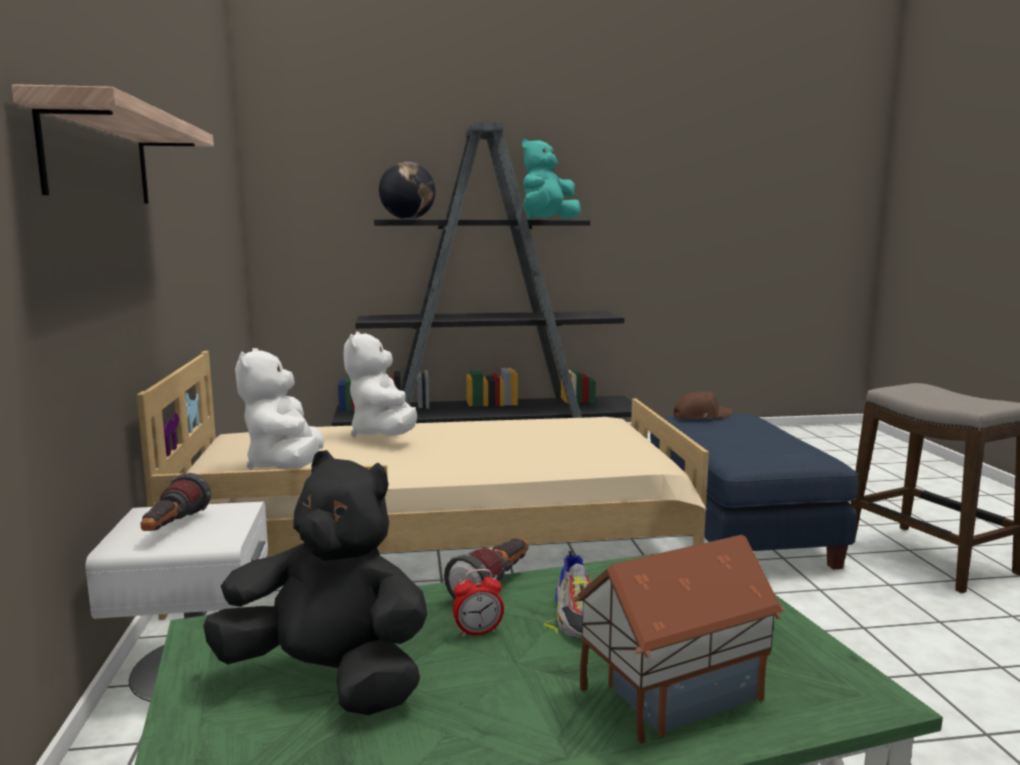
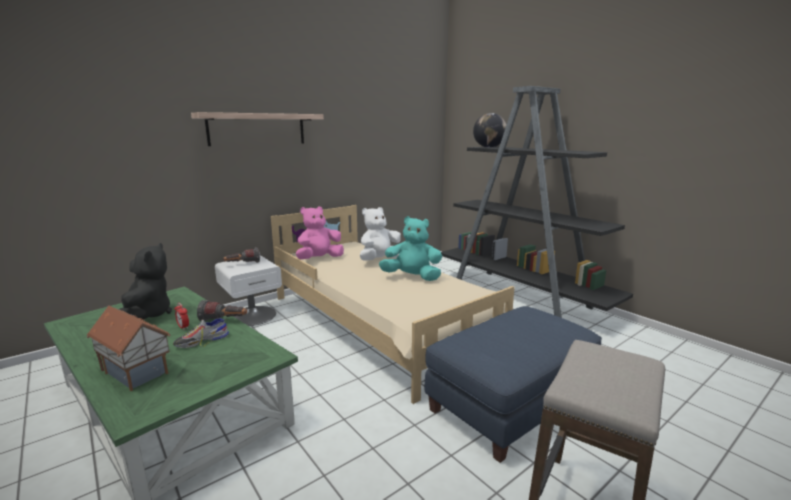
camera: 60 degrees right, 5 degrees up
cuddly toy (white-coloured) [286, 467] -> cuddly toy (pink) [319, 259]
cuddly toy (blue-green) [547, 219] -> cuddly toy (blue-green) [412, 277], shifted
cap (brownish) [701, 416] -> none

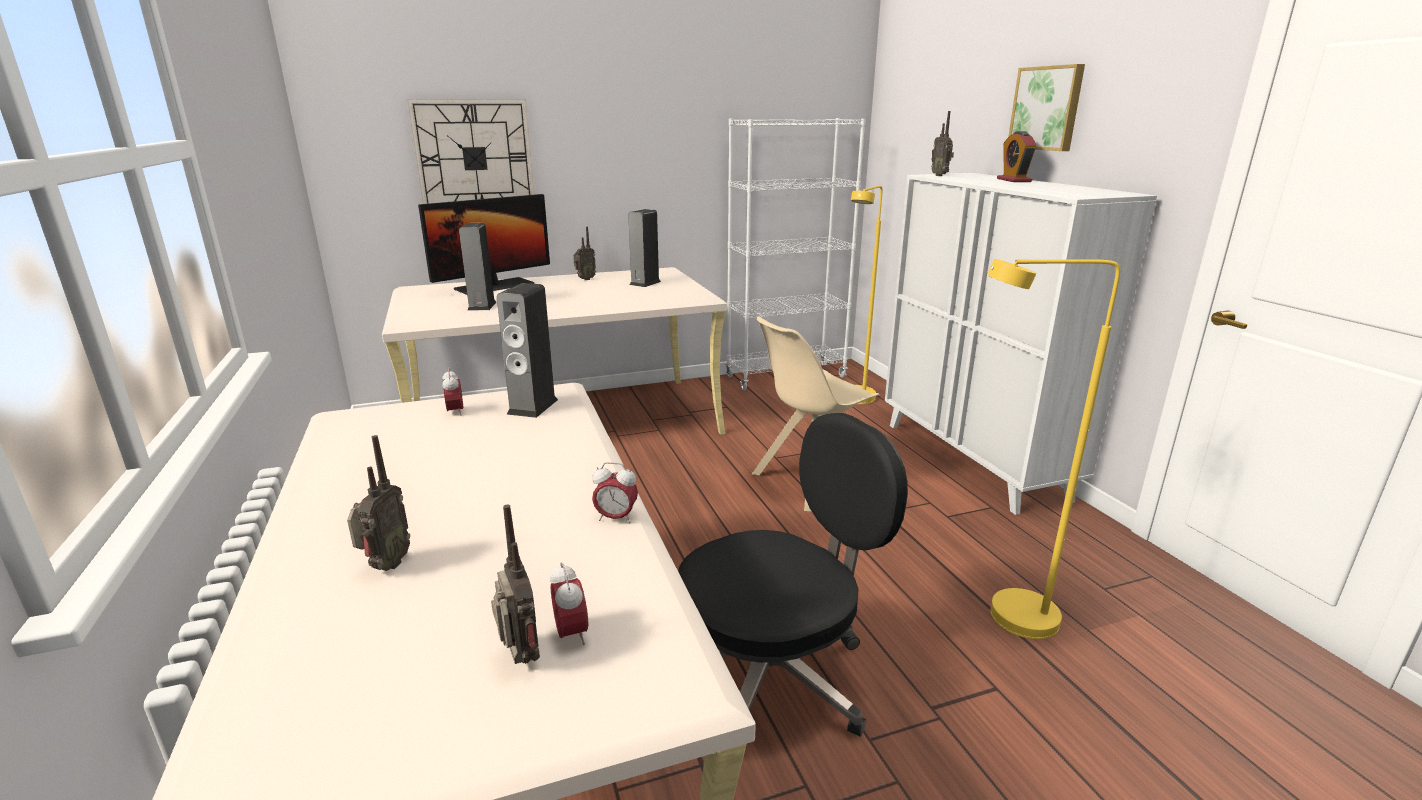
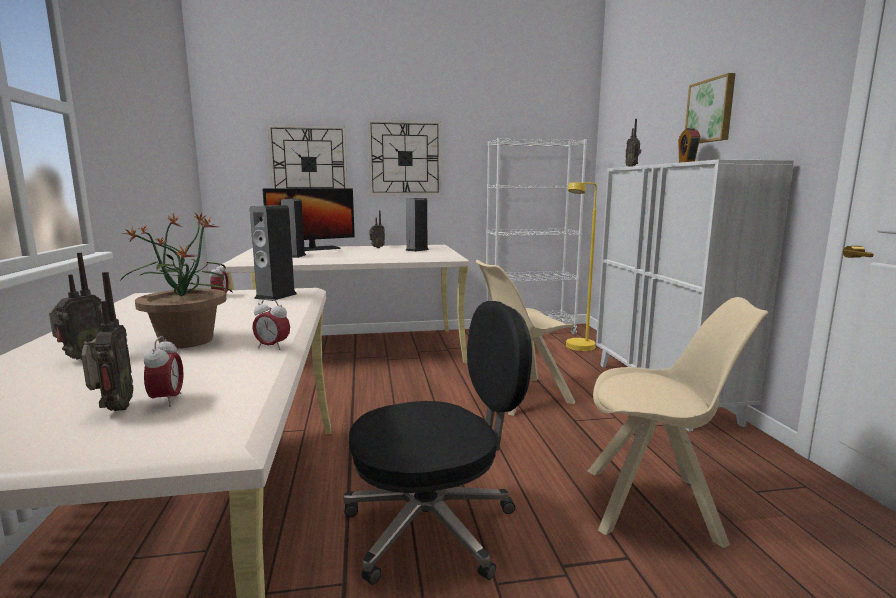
camera: 10 degrees right, 10 degrees down
none -> plant in a pot [186, 340]
none -> wall clock [405, 158]
standing lamp (yellow-coloured) [1006, 619] -> upright chair (beige-coloured) [655, 505]

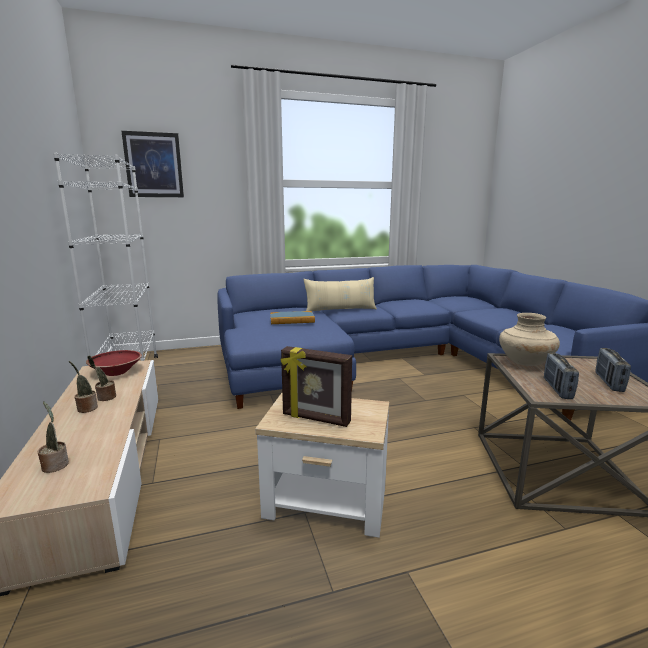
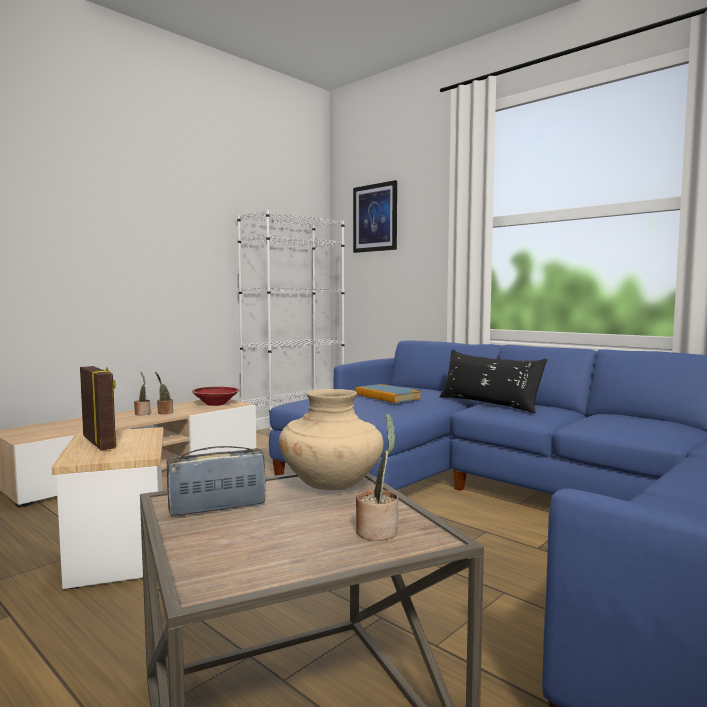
camera: 60 degrees right, 10 degrees down
standing frame [315, 419] -> standing frame [100, 442], 150 degrees clockwise
plant in a pot [55, 464] -> plant in a pot [378, 531], shifted
pillow (beige-coloured) [340, 310] -> pillow (black-coloured) [488, 404]
radio [609, 382] -> none

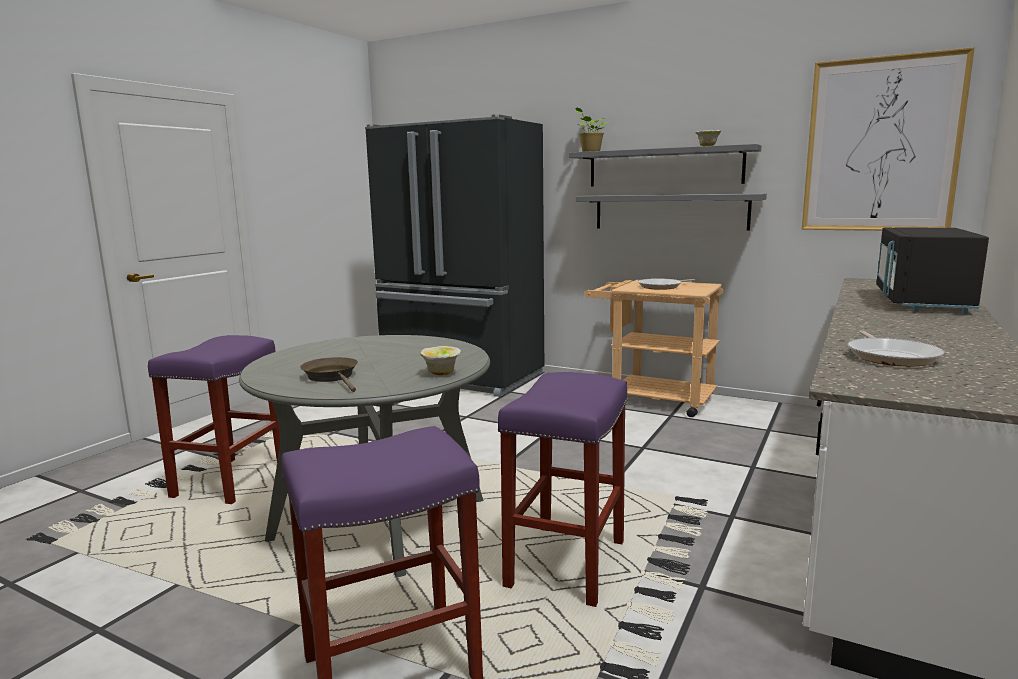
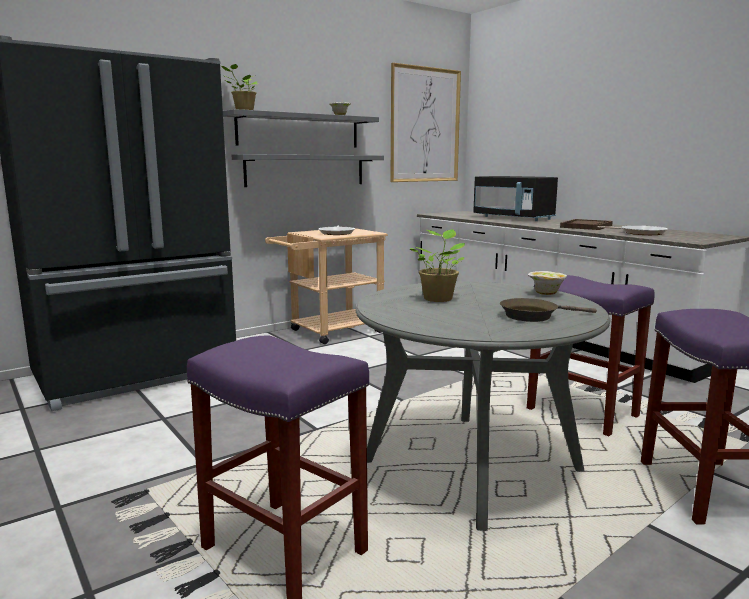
camera: 65 degrees left, 0 degrees up
none -> plant in a pot [438, 298]
none -> serving tray (brownish) [586, 226]

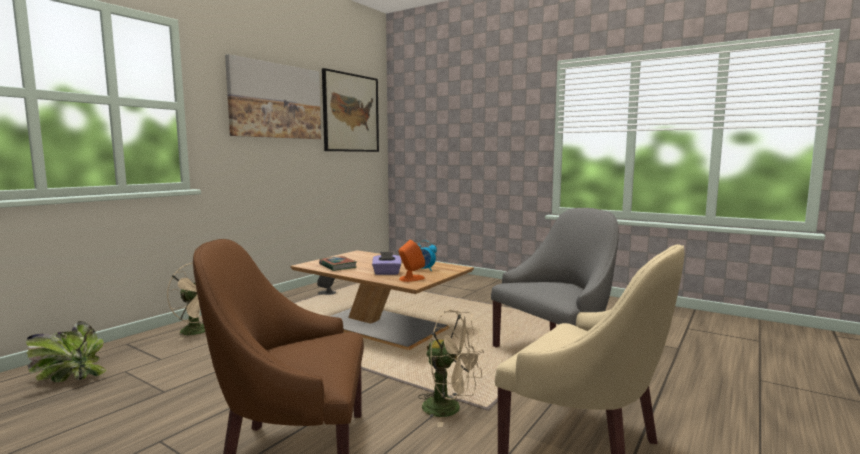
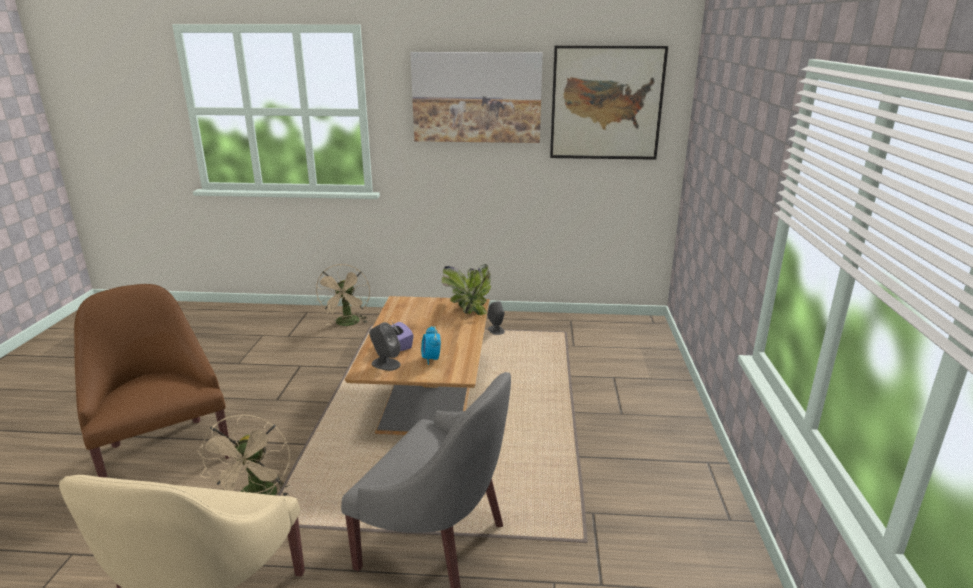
camera: 60 degrees right, 15 degrees up
speaker (orangey) [411, 278] -> speaker (gray) [385, 364]
plant in a pot [70, 379] -> plant in a pot [470, 309], shifted
book [337, 266] -> none

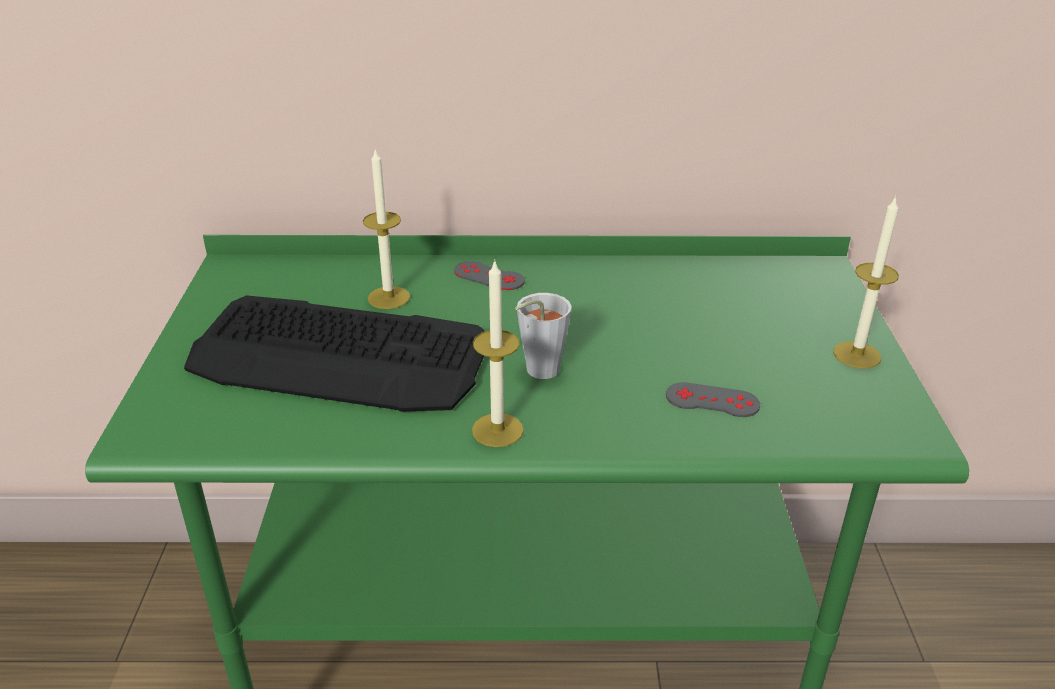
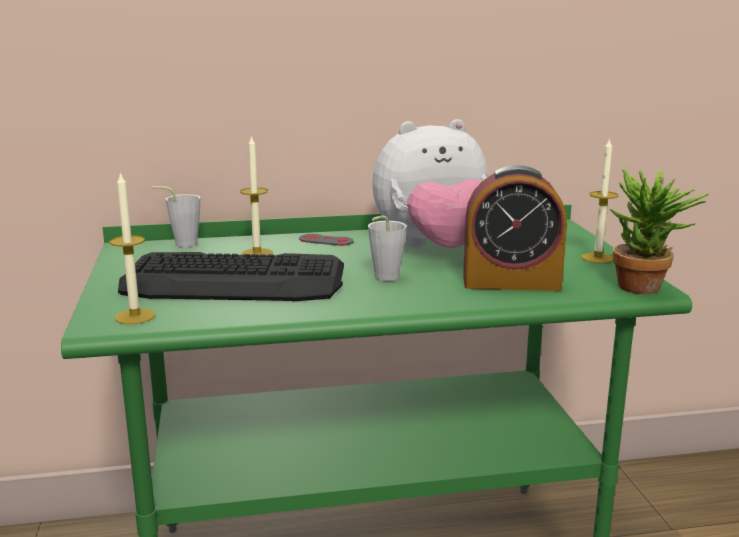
camera: 10 degrees left, 15 degrees down
candle [497, 430] -> candle [135, 316], shifted
none -> drinking cup (gray) [181, 244]
none -> cuddly toy [434, 248]
joypad (gray) [712, 400] -> alarm clock [511, 282]
none -> plant in a pot [646, 290]

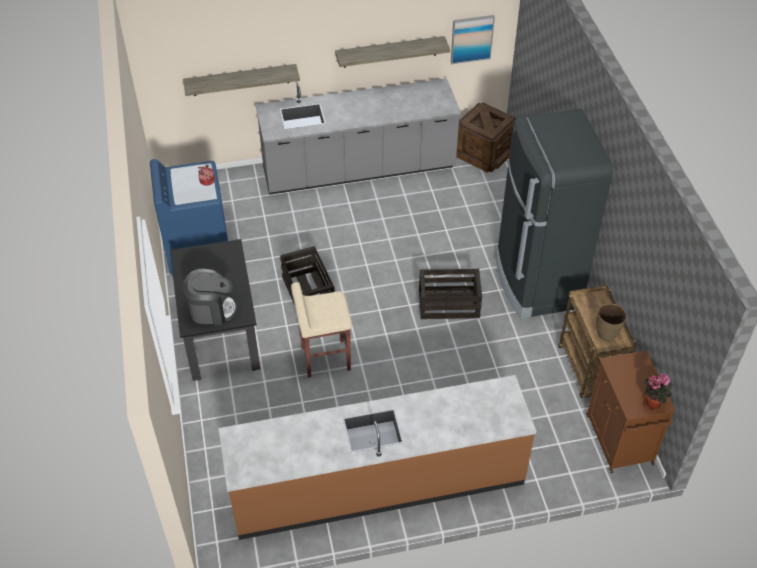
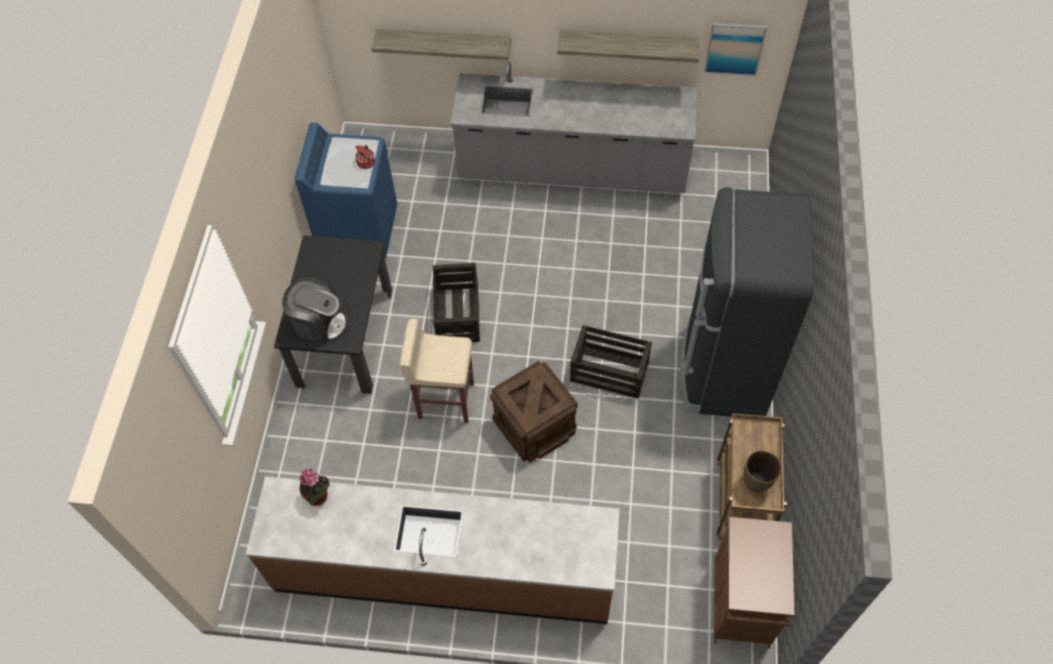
camera: 20 degrees right, 10 degrees up
plant in a pot [653, 403] -> plant in a pot [319, 497], shifted
packing crate [484, 154] -> packing crate [534, 426], shifted

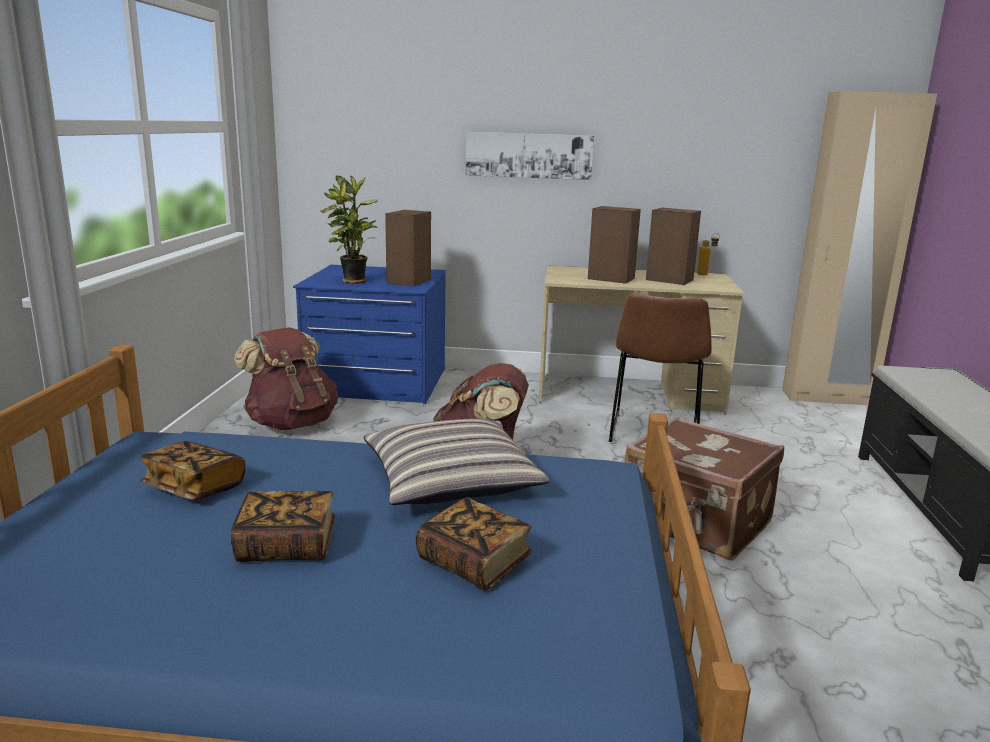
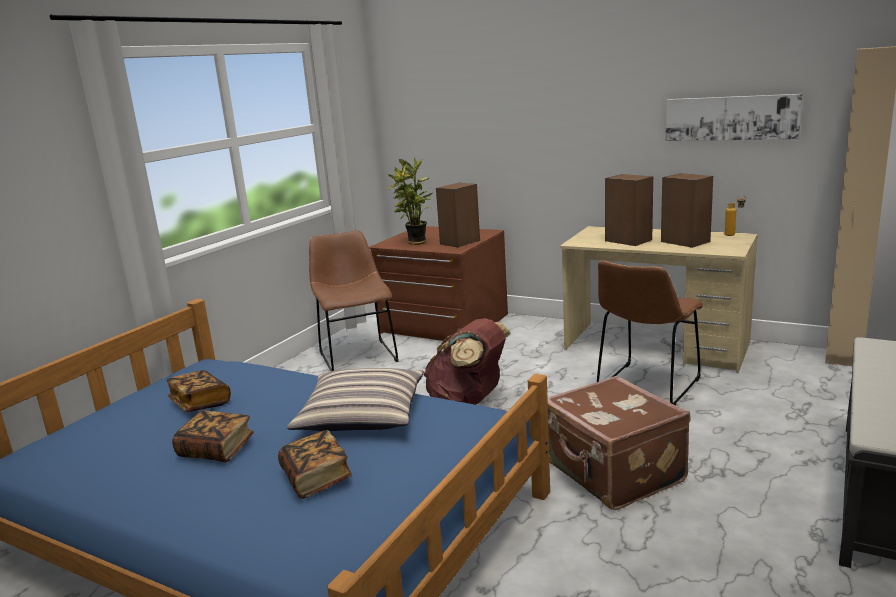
camera: 25 degrees right, 0 degrees up
backpack (brownish) [291, 423] -> upright chair (brownish) [357, 355]
dresser (bluish) [376, 382] -> dresser (brownish) [443, 324]
wall art [529, 155] -> wall art [731, 118], shifted

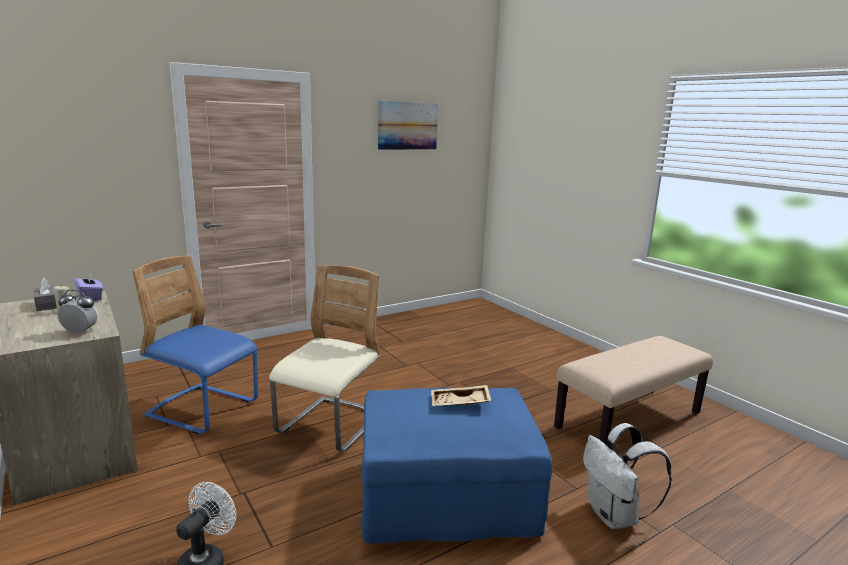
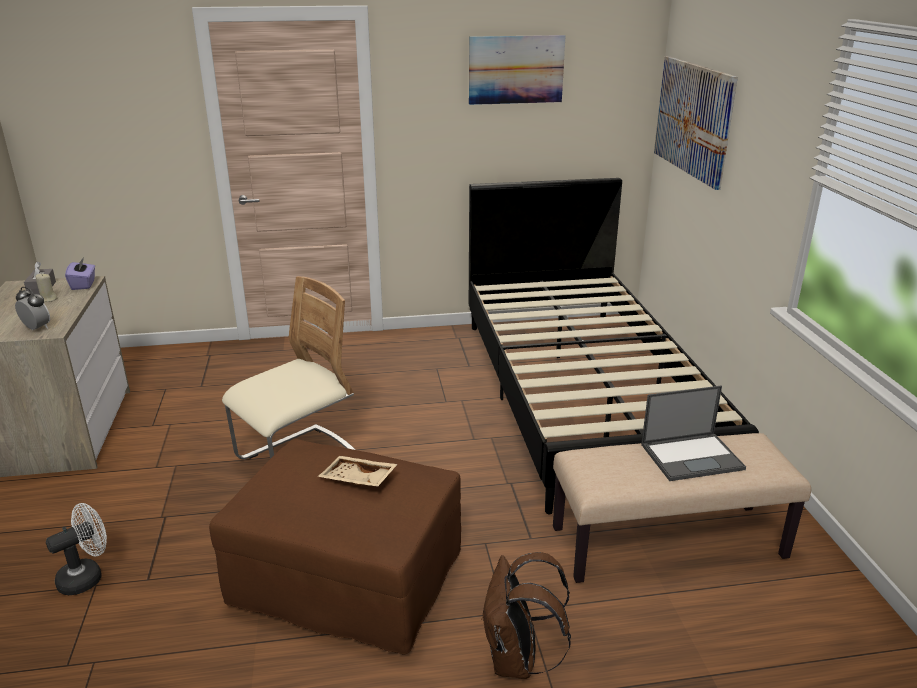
camera: 25 degrees right, 10 degrees up
pouffe (bluish) [445, 498] -> pouffe (brownish) [345, 579]
none -> sleeping bed (black-coloured) [581, 395]
backpack (white-coloured) [615, 516] -> backpack (brownish) [517, 660]
none -> laptop [692, 456]
none -> wall art [693, 119]
upright chair (bluish) [203, 409] -> none

